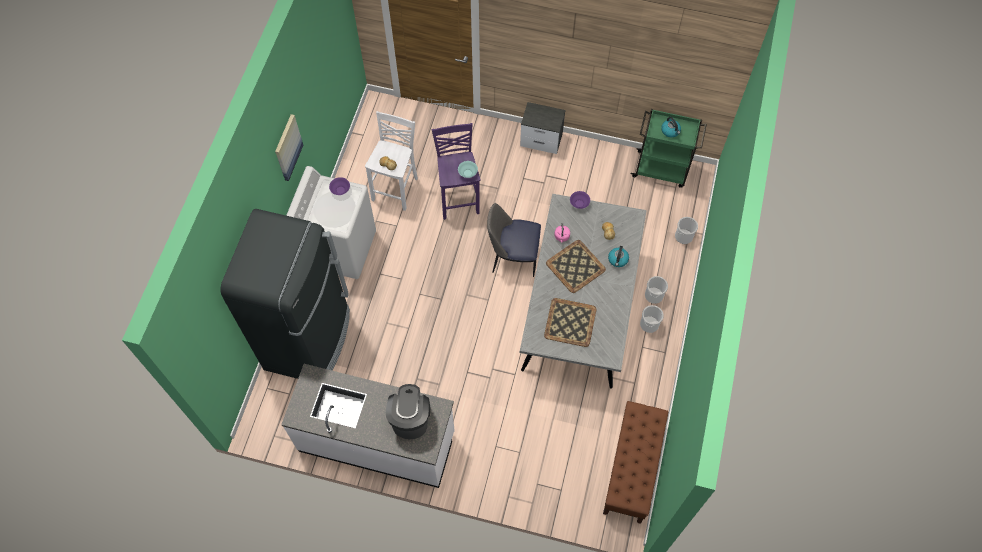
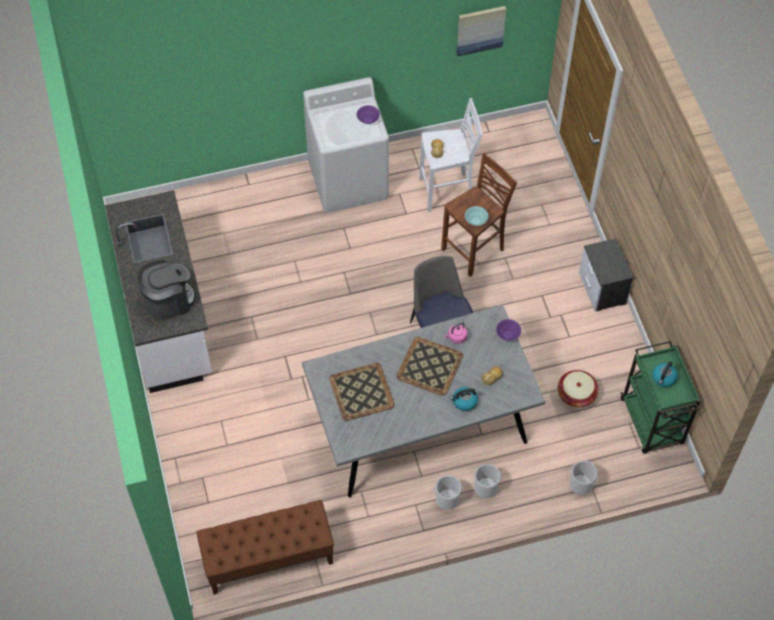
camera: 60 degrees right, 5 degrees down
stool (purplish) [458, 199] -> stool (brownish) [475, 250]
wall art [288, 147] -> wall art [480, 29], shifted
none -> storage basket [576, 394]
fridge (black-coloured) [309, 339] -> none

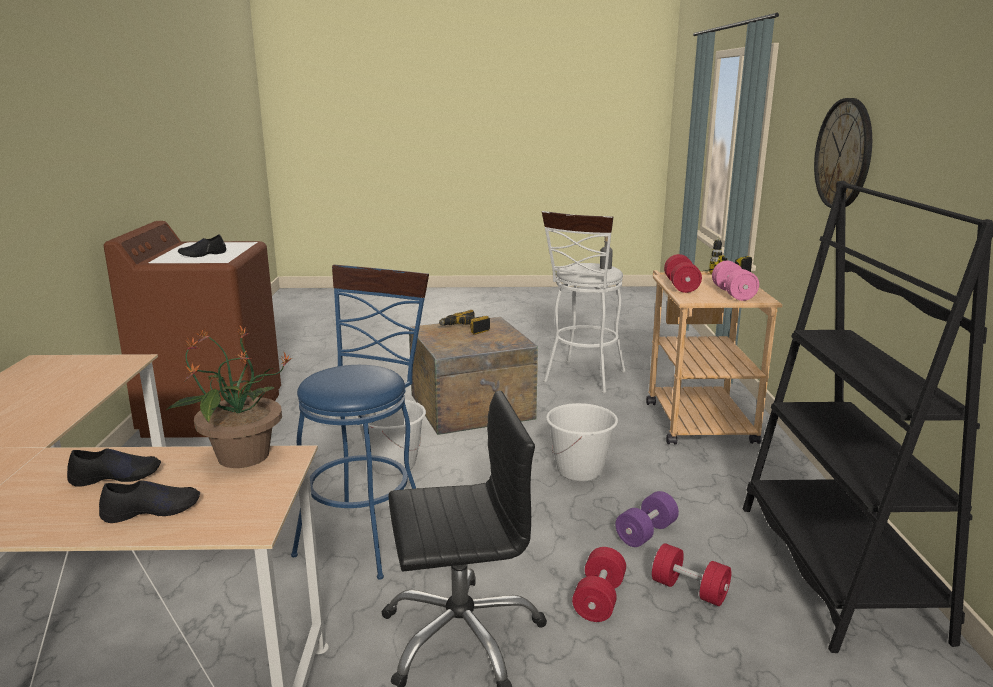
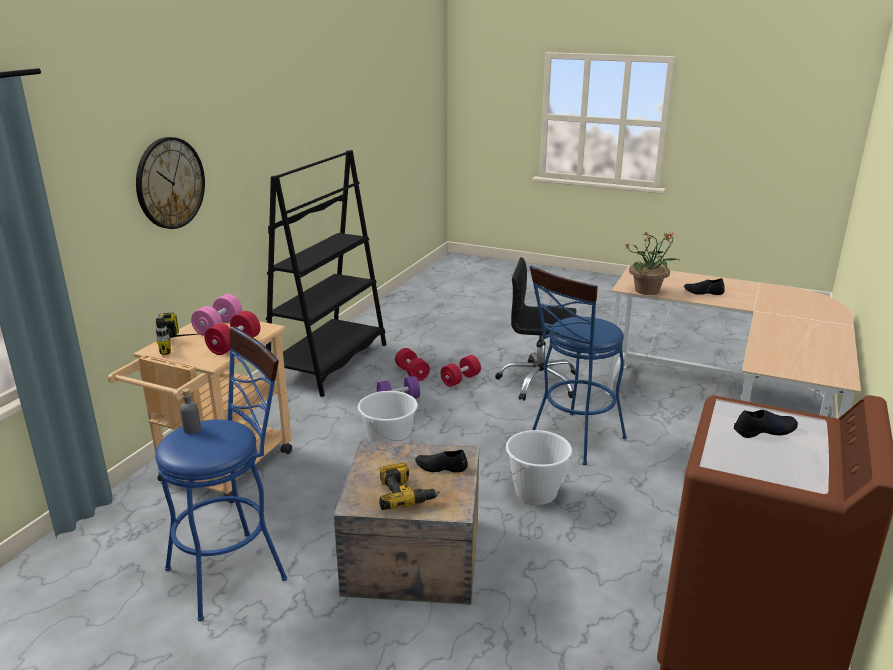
camera: 155 degrees left, 5 degrees up
stool (white-coloured) [582, 379] -> stool (bluish) [235, 569]
shoe (black-coloured) [152, 510] -> shoe (black-coloured) [441, 467], shifted

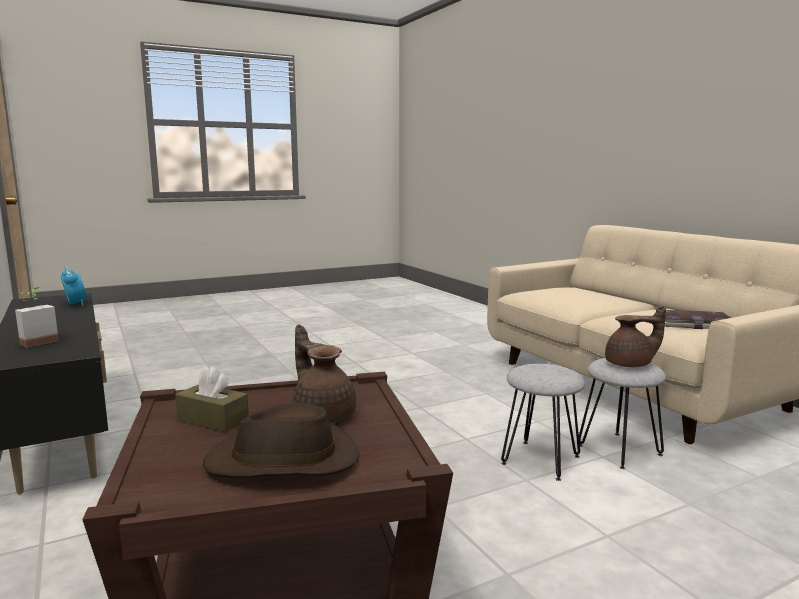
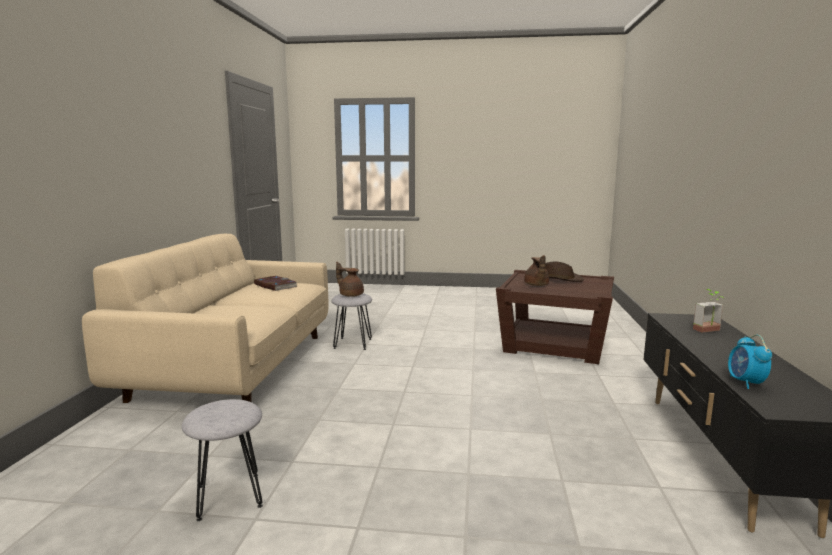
camera: 145 degrees left, 0 degrees up
stool (gray) [540, 460] -> stool (gray) [230, 496], shifted
tissue box (brownish) [213, 420] -> none

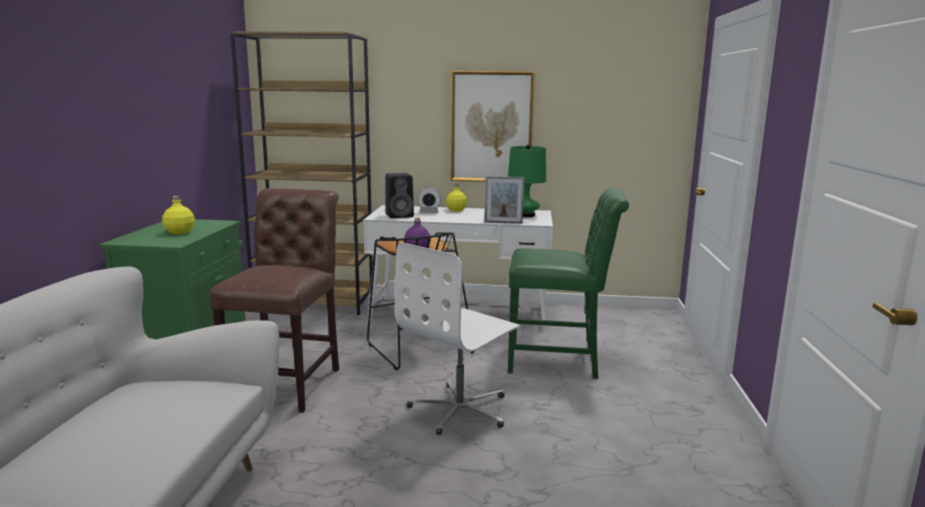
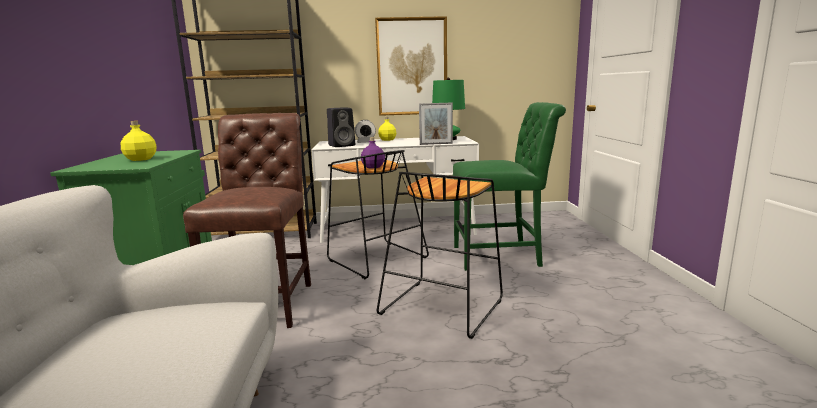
camera: 10 degrees left, 0 degrees up
desk chair (white-coloured) [460, 410] -> stool (black-coloured) [441, 306]

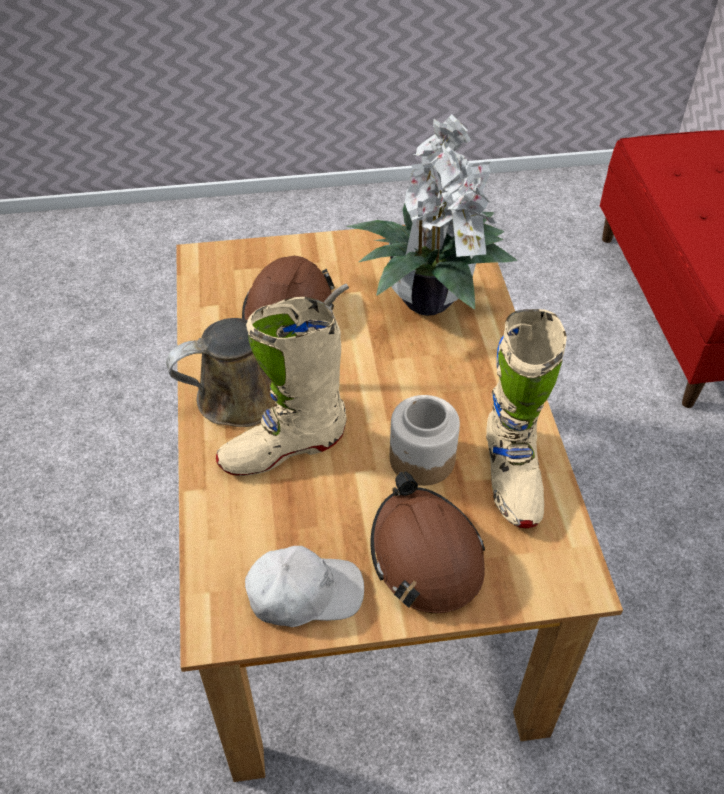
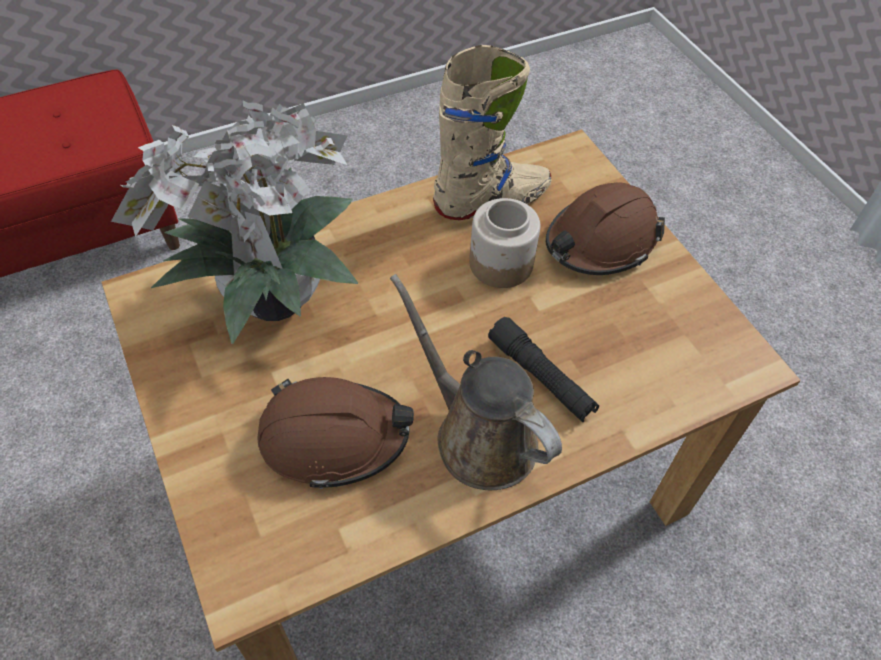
camera: 110 degrees left, 5 degrees up
high-top boot (beige-coloured) [283, 449] -> torch (black-coloured) [541, 377]
cap (white-coloured) [304, 593] -> none

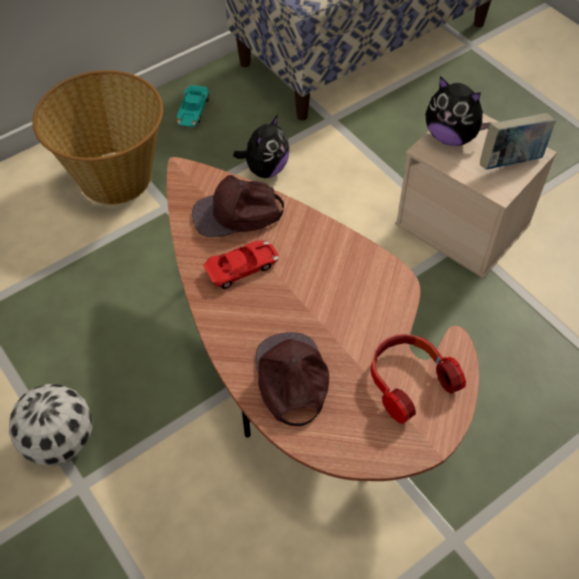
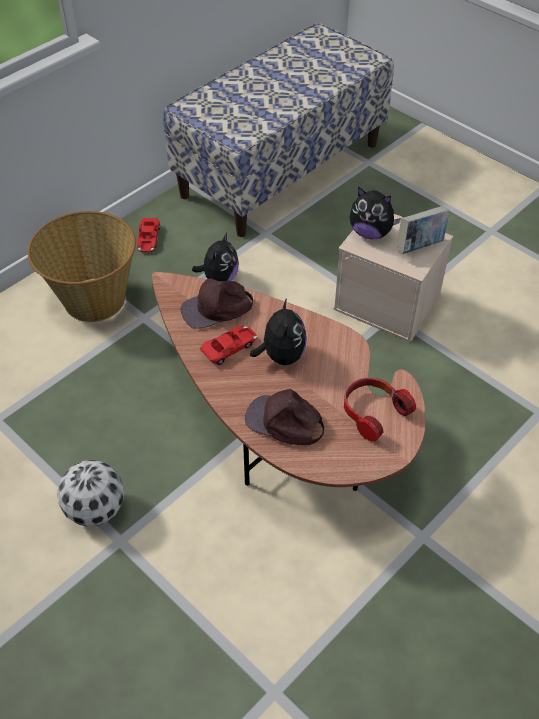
camera: 10 degrees left, 5 degrees down
model car (blue-green) [193, 111] -> model car (red) [148, 239]
cap (brownish) [291, 379] -> cap (brownish) [284, 422], 45 degrees counterclockwise
none -> cuddly toy [281, 356]

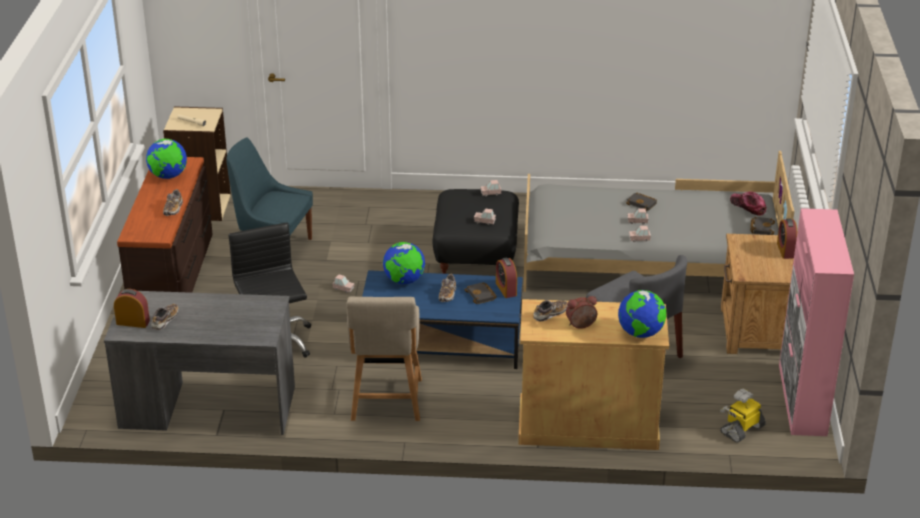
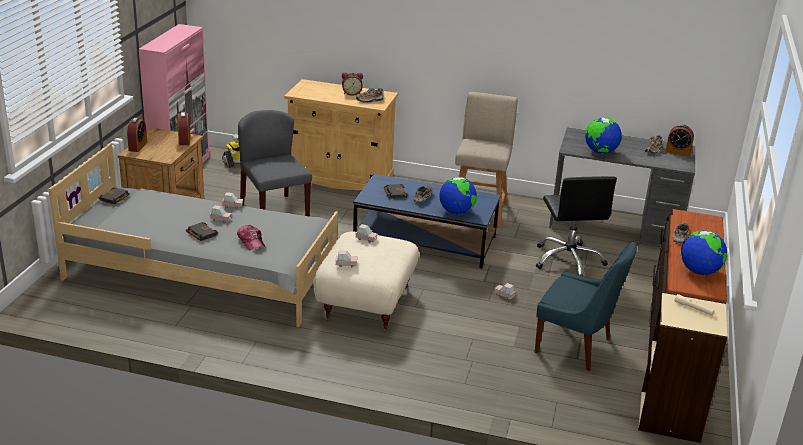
camera: 170 degrees left, 5 degrees down
alarm clock [506, 289] -> alarm clock [184, 140], shifted
cap [748, 206] -> cap [251, 241], shifted
pouffe (black-coloured) [477, 258] -> pouffe (beige-coloured) [365, 304]
globe [640, 333] -> globe [600, 152], shifted

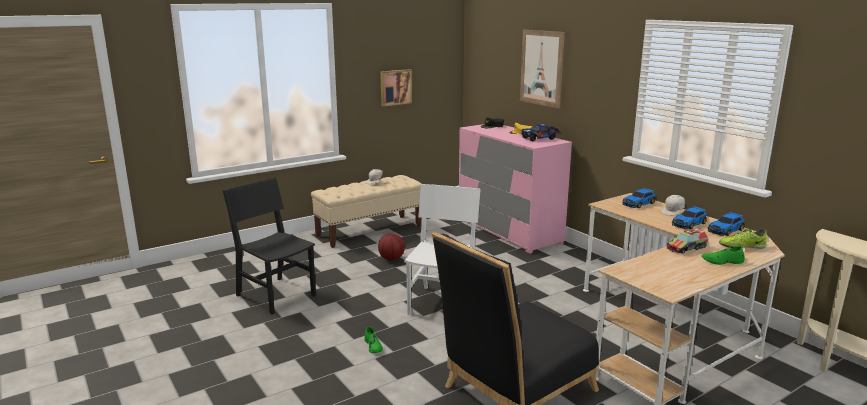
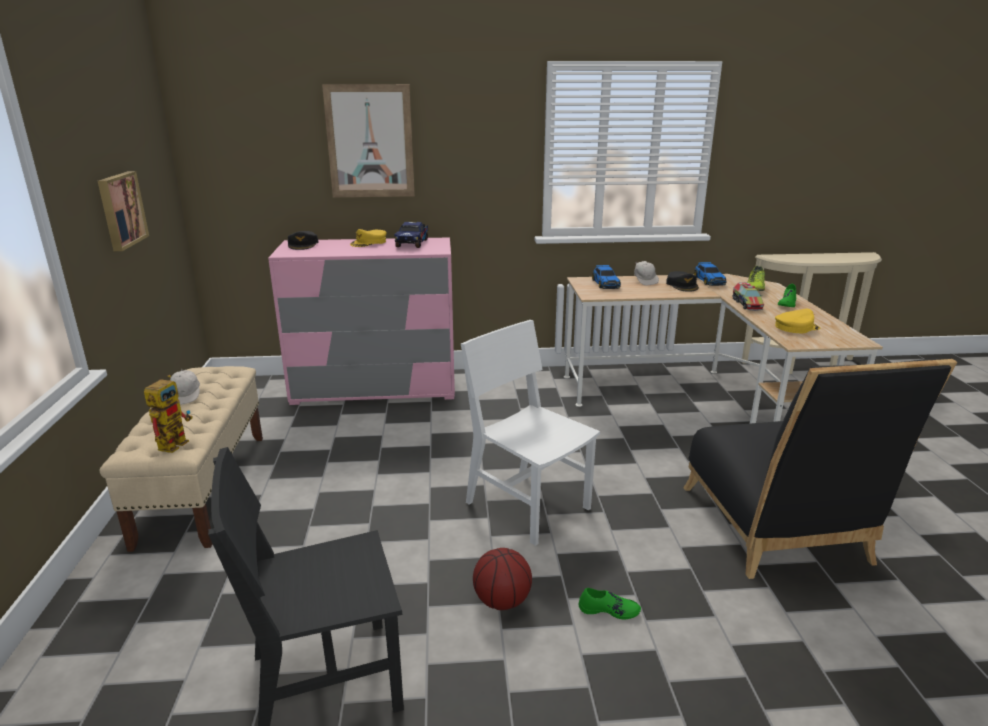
camera: 60 degrees left, 5 degrees up
none -> model robot [175, 442]
basketball [391, 259] -> basketball [502, 601], shifted
model car [689, 224] -> cap (black-coloured) [682, 285]
none -> cap (yellow-coloured) [796, 327]

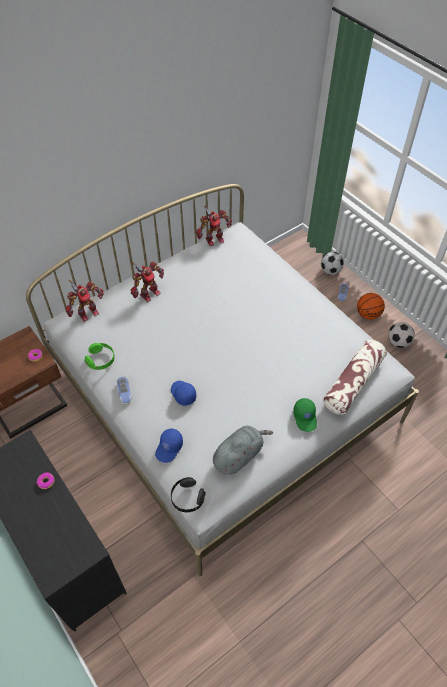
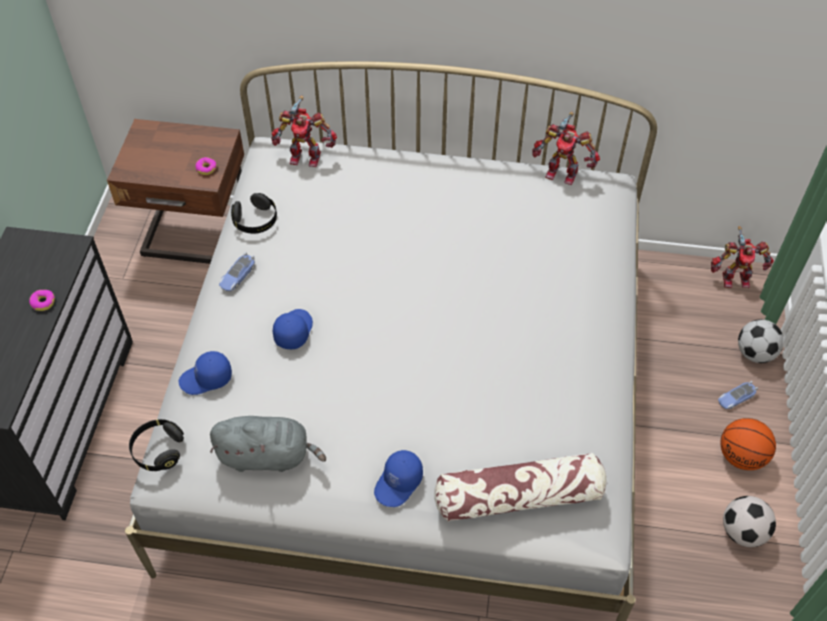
camera: 45 degrees right, 0 degrees up
headset (green-coloured) [101, 360] -> headset (black-coloured) [255, 221]
cap (green-coloured) [305, 417] -> cap (bluish) [399, 483]
model robot [149, 293] -> model robot [735, 278], shifted

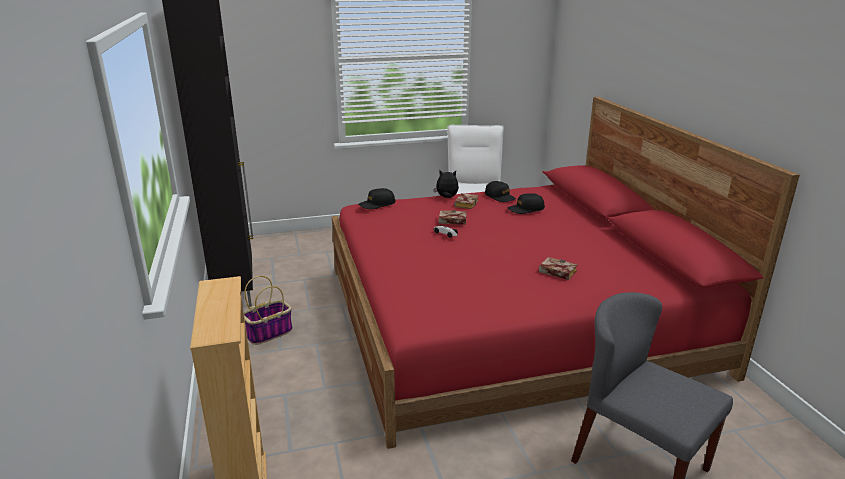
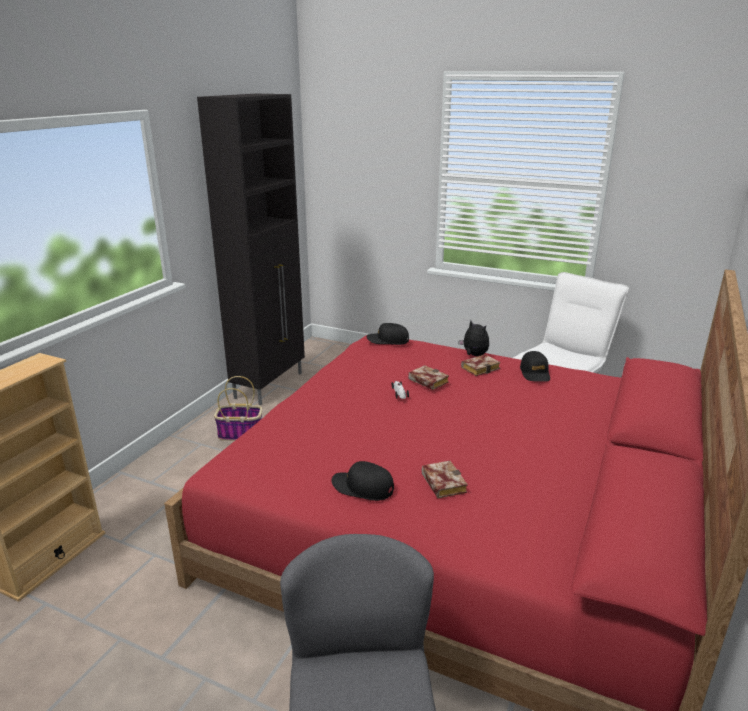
camera: 40 degrees right, 0 degrees up
cap (black-coloured) [525, 209] -> cap (black-coloured) [362, 487], shifted

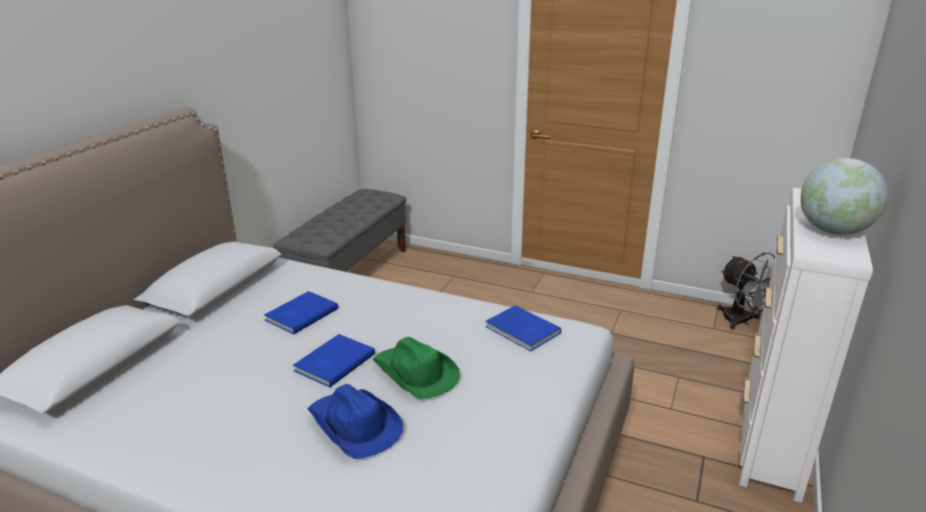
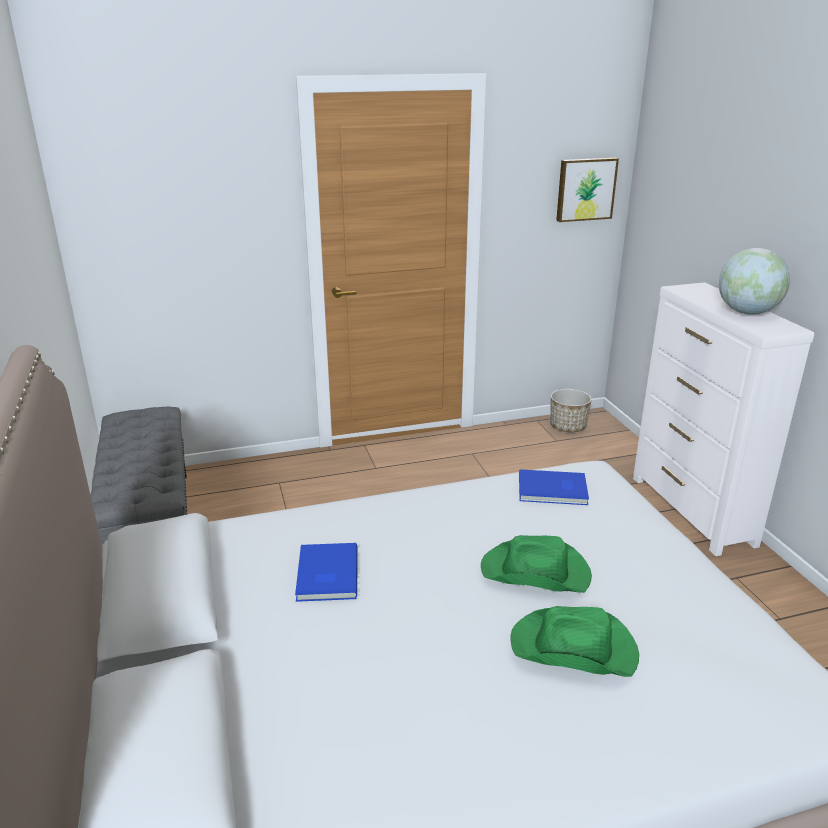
camera: 40 degrees left, 0 degrees up
hat (bluish) [354, 426] -> hat (green-coloured) [574, 649]
cooling fan (gray) [742, 322] -> plant pot [568, 427]
none -> wall art [585, 189]
book (bluish) [332, 362] -> none

